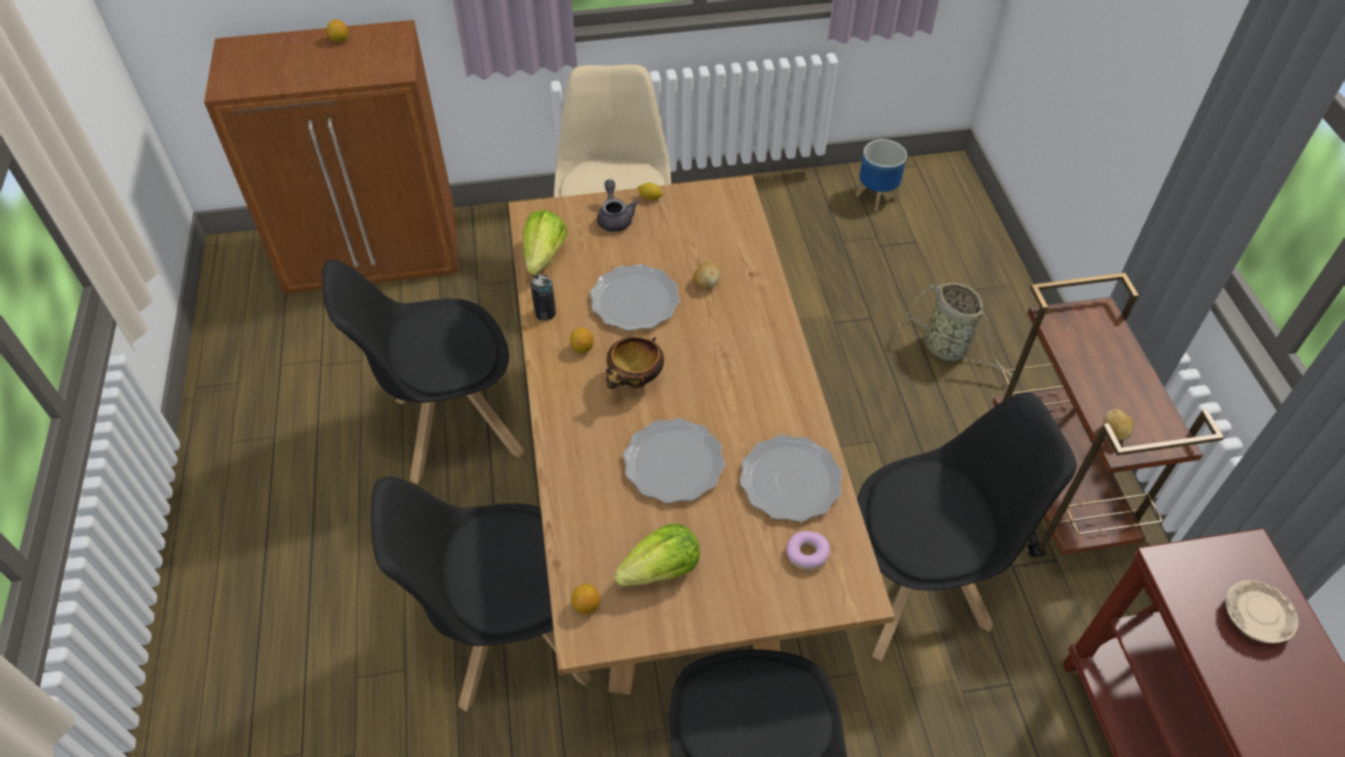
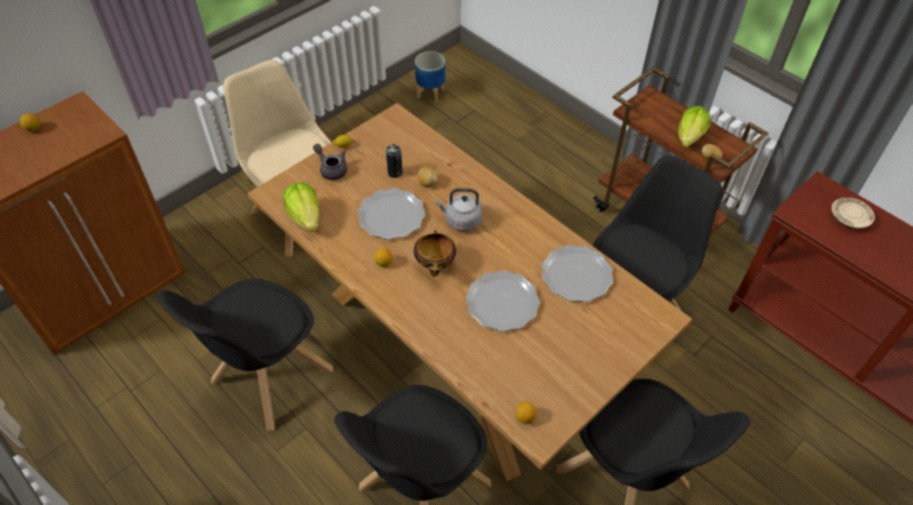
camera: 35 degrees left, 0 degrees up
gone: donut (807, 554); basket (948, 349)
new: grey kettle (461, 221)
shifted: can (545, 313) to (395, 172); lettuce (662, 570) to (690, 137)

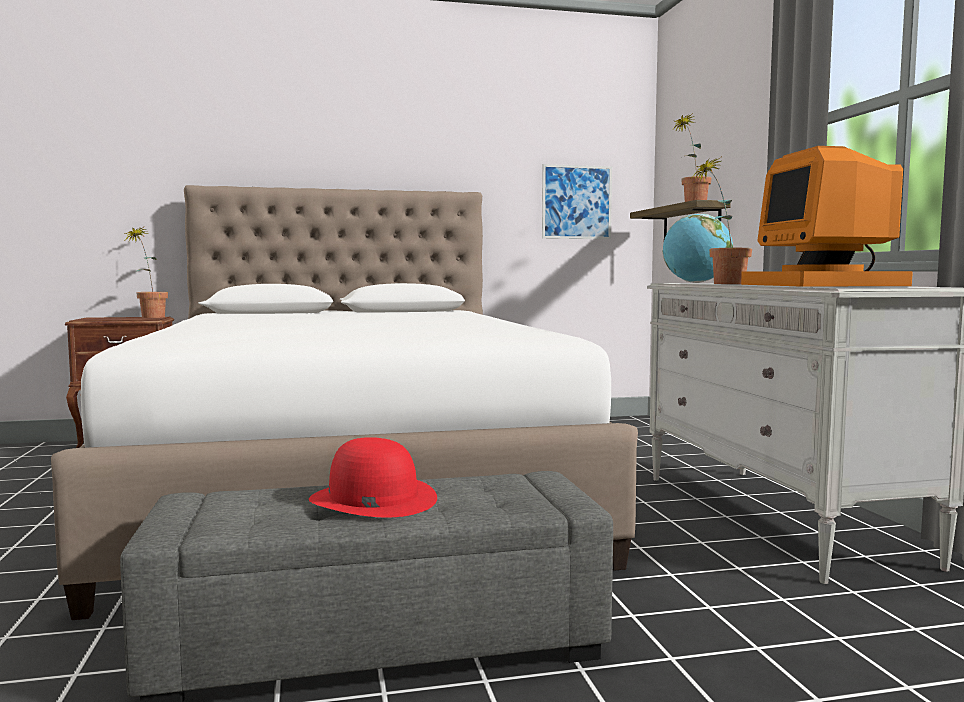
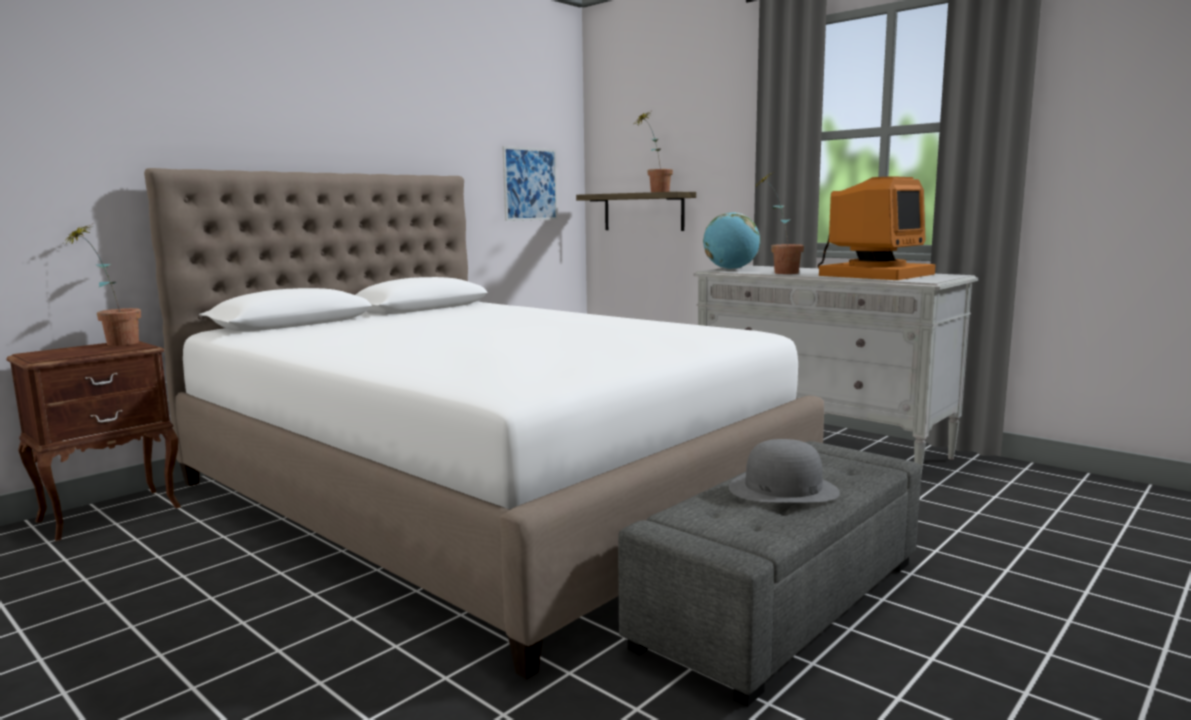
camera: 35 degrees left, 5 degrees up
repainted: red hat (372, 499) to grey hat (782, 489)
rotated: monitor (824, 285) = (874, 274) 90 degrees counterclockwise

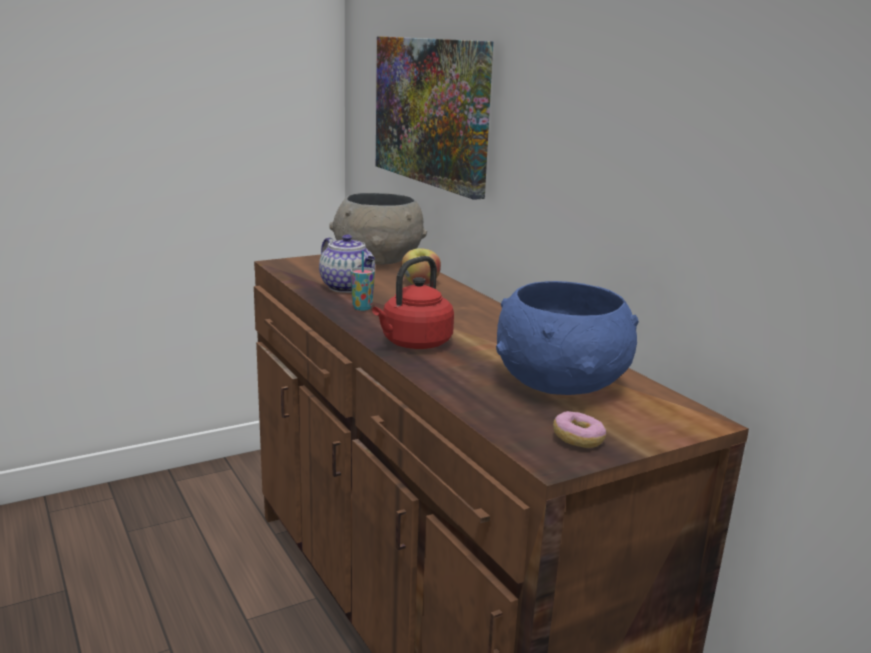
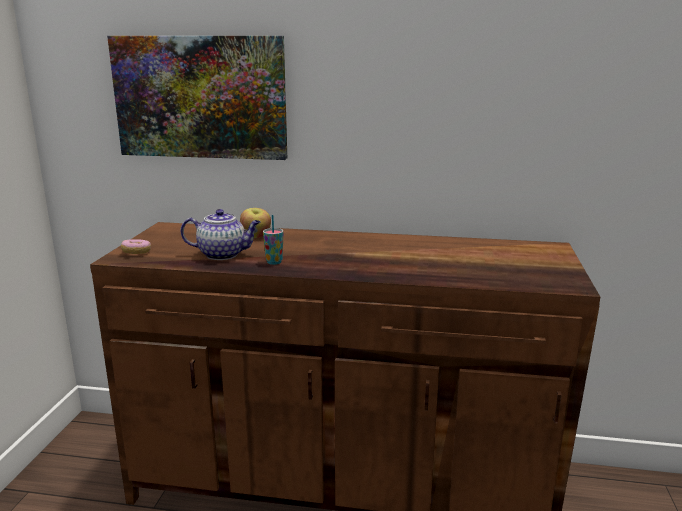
camera: 50 degrees left, 0 degrees up
gone: grey bowl (378, 260); red kettle (414, 344); blue bowl (561, 386)
shifted: donut (578, 440) to (136, 252)

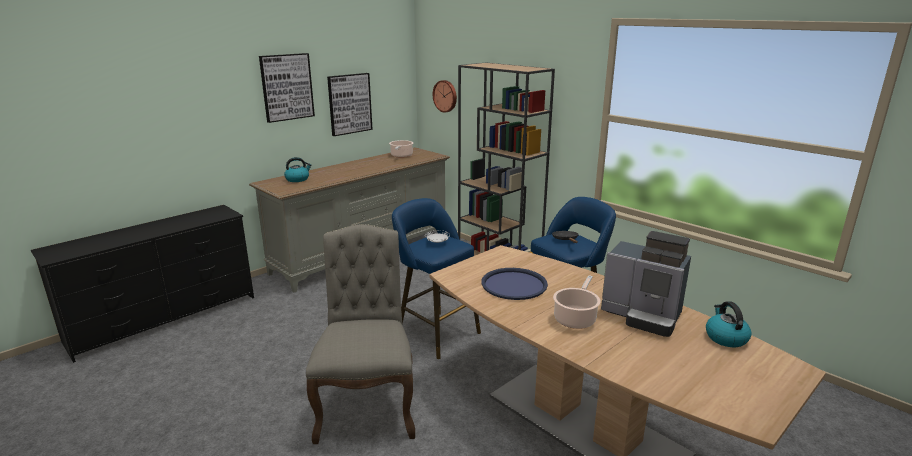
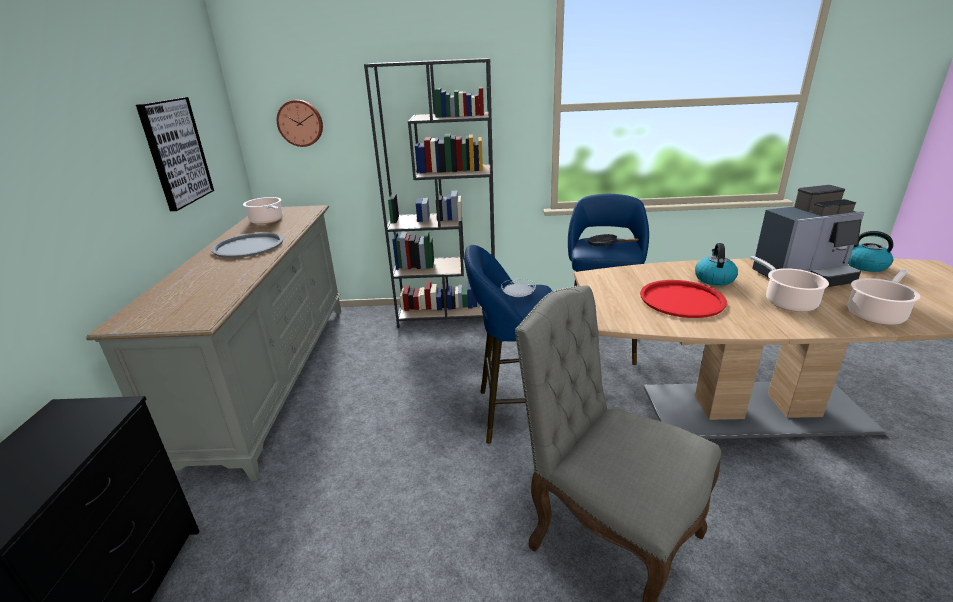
camera: 45 degrees left, 5 degrees up
gone: picture (287, 87)
new: grey tray (248, 246); cooking pot (876, 314)
shifted: kettle (297, 179) to (714, 278)
repainted: blue tray (514, 284) to red tray (681, 299)

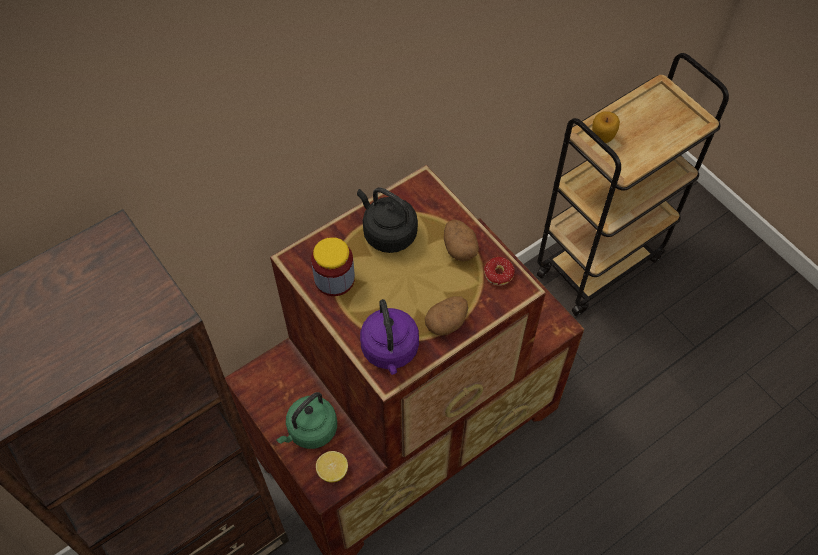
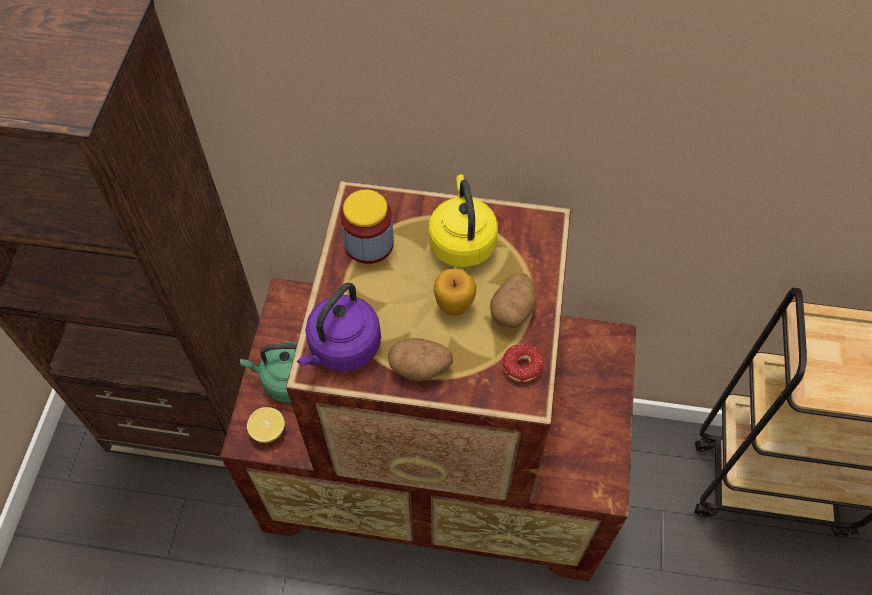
camera: 45 degrees right, 0 degrees up
shifted: apple (602, 137) to (454, 305)
repainted: black kettle (387, 233) to yellow kettle (461, 241)

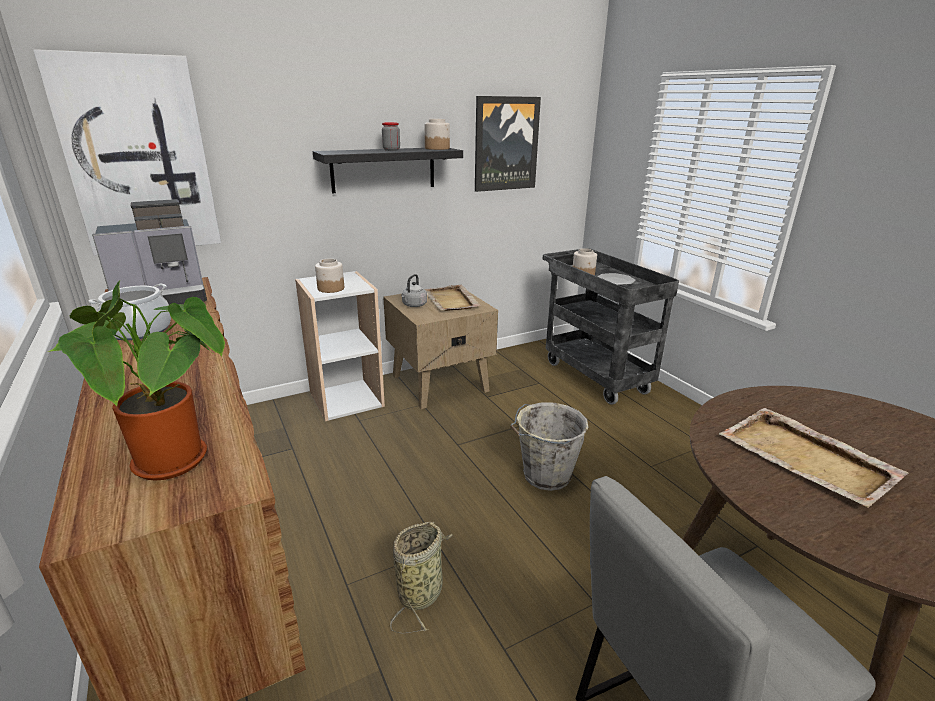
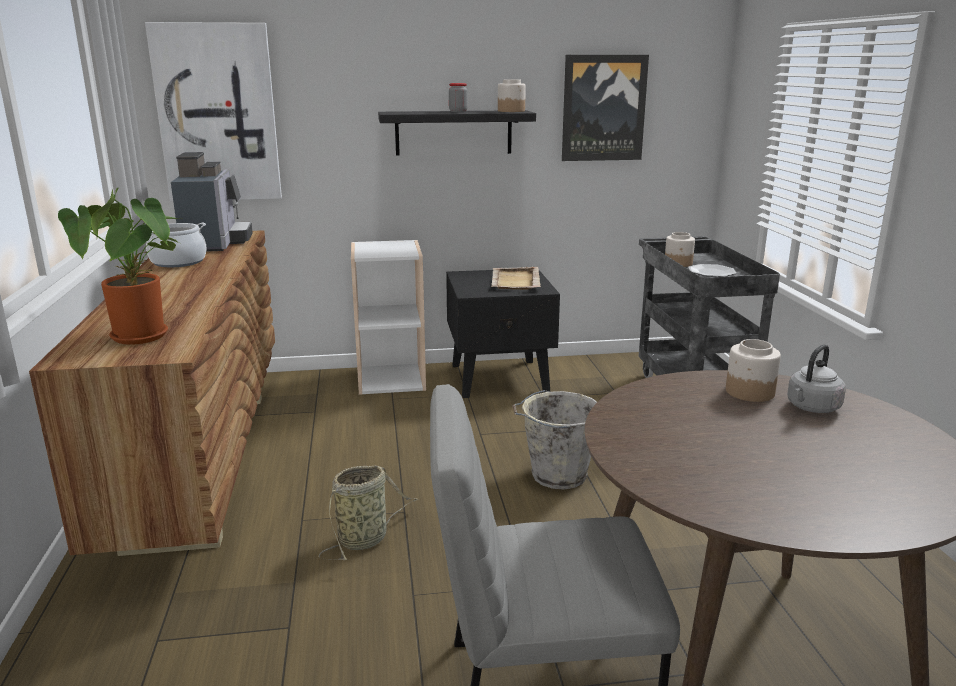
camera: 20 degrees right, 5 degrees down
gone: beige tray (807, 459)
shifted: jar (330, 288) to (749, 392); grey kettle (413, 305) to (811, 408)
repainted: beige nightstand (441, 383) to black nightstand (500, 378)
rotated: coffee machine (165, 299) = (215, 243) 90 degrees counterclockwise

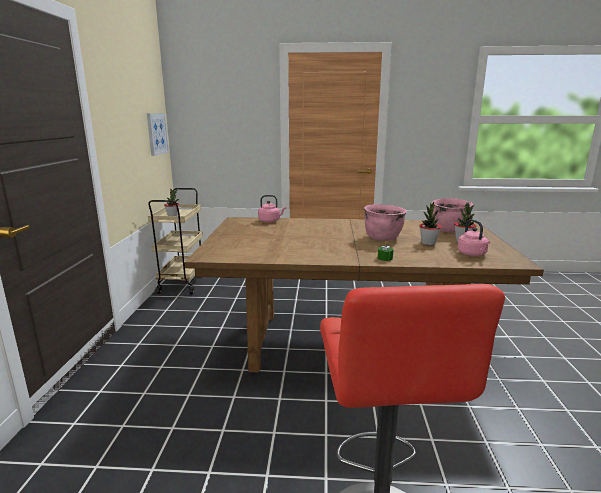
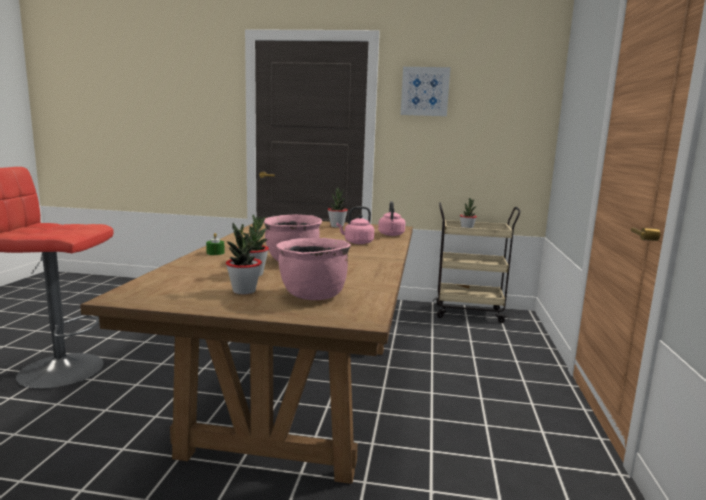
camera: 95 degrees right, 5 degrees down
new: potted plant (337, 226)
shifted: picture (157, 133) to (425, 91); pink kettle (472, 254) to (357, 242)

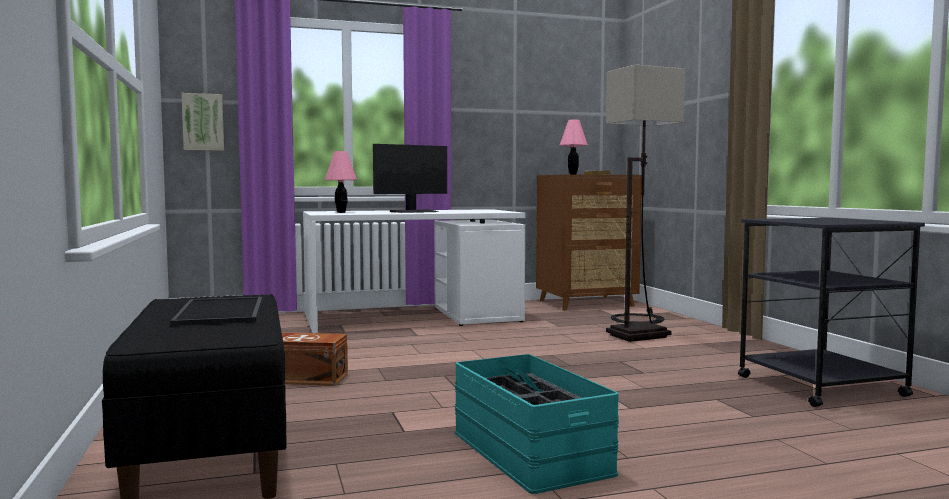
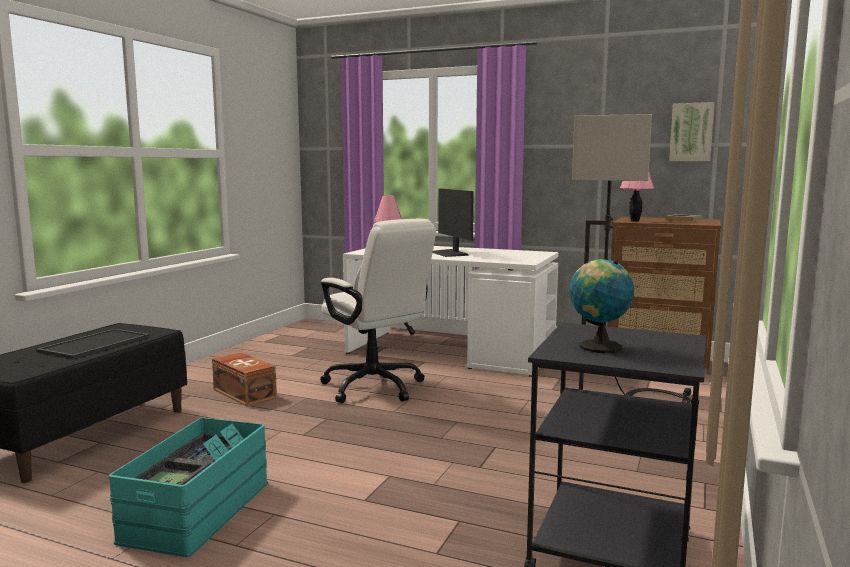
camera: 40 degrees right, 5 degrees up
new: white office chair (376, 389); globe (597, 347)
shifted: picture (203, 122) to (691, 132)
rotated: monitor (414, 211) = (449, 253) 60 degrees clockwise

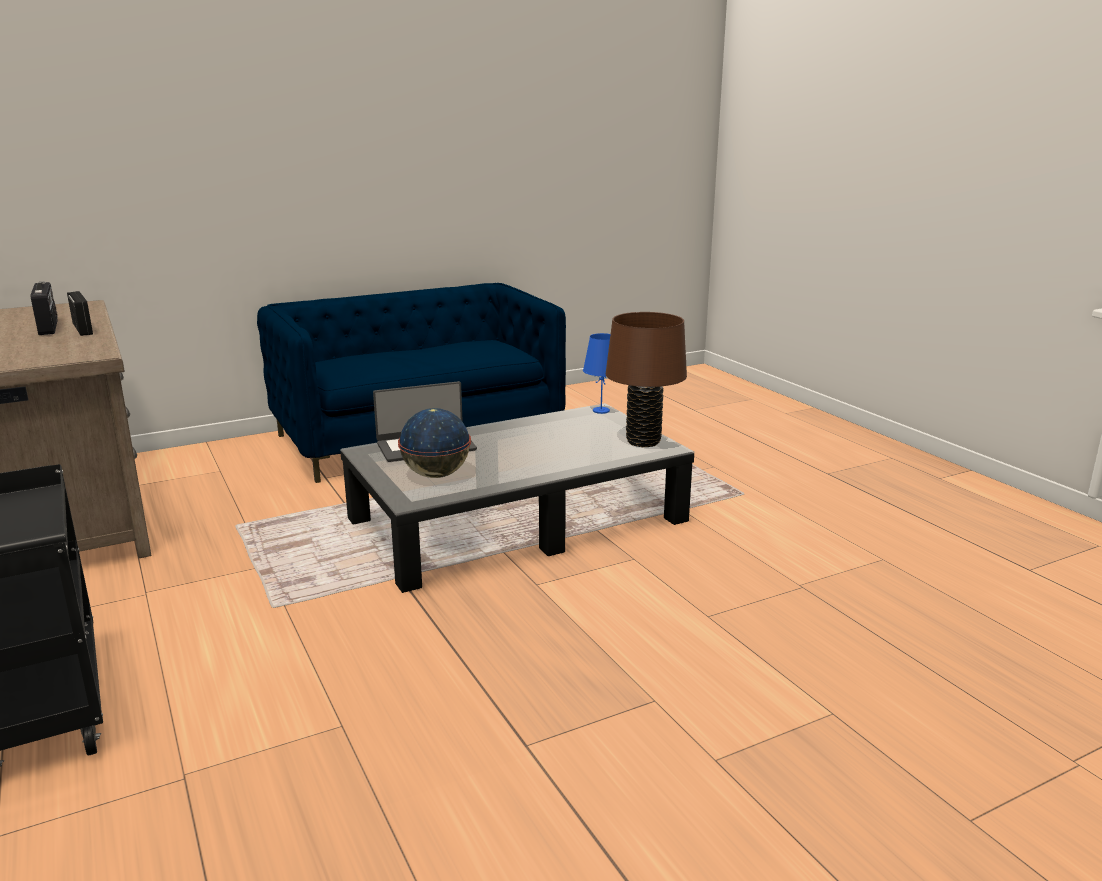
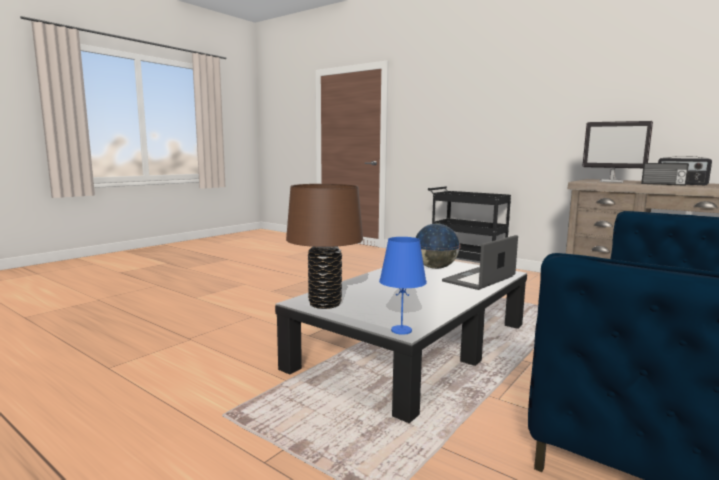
camera: 155 degrees right, 10 degrees down
new: monitor (612, 181)

